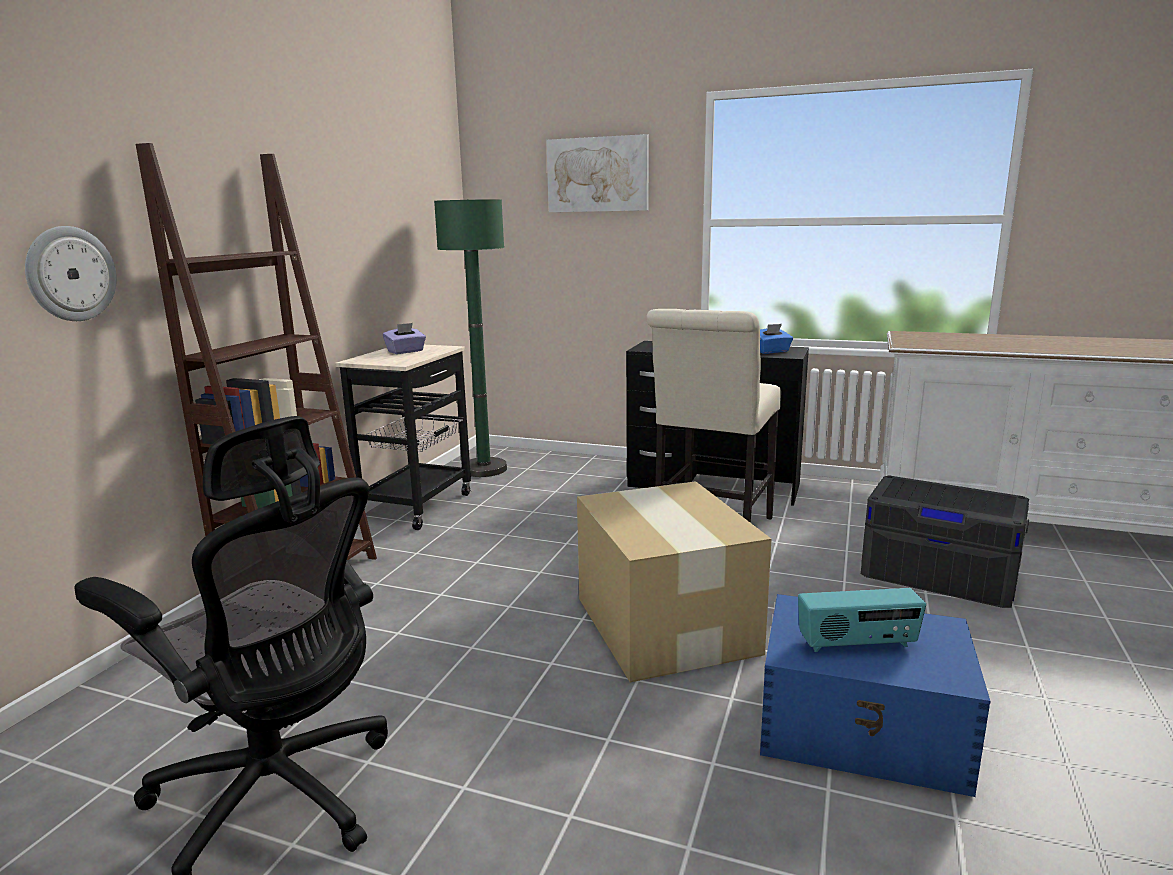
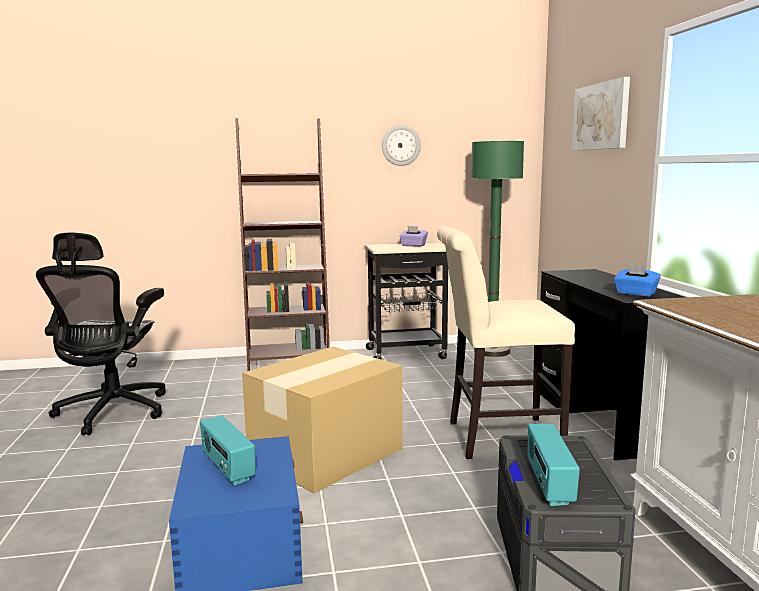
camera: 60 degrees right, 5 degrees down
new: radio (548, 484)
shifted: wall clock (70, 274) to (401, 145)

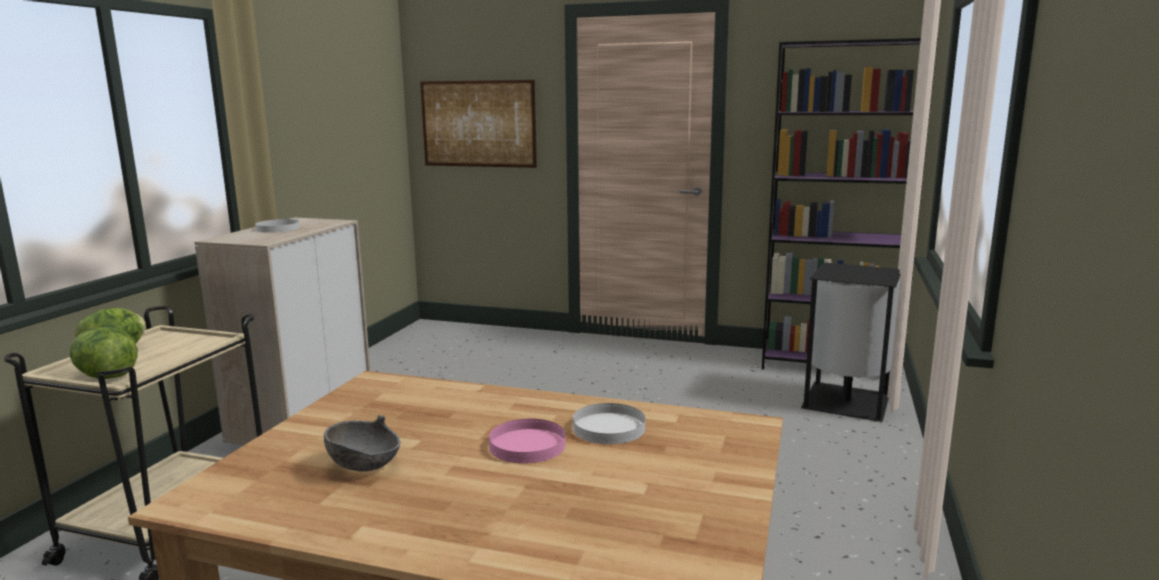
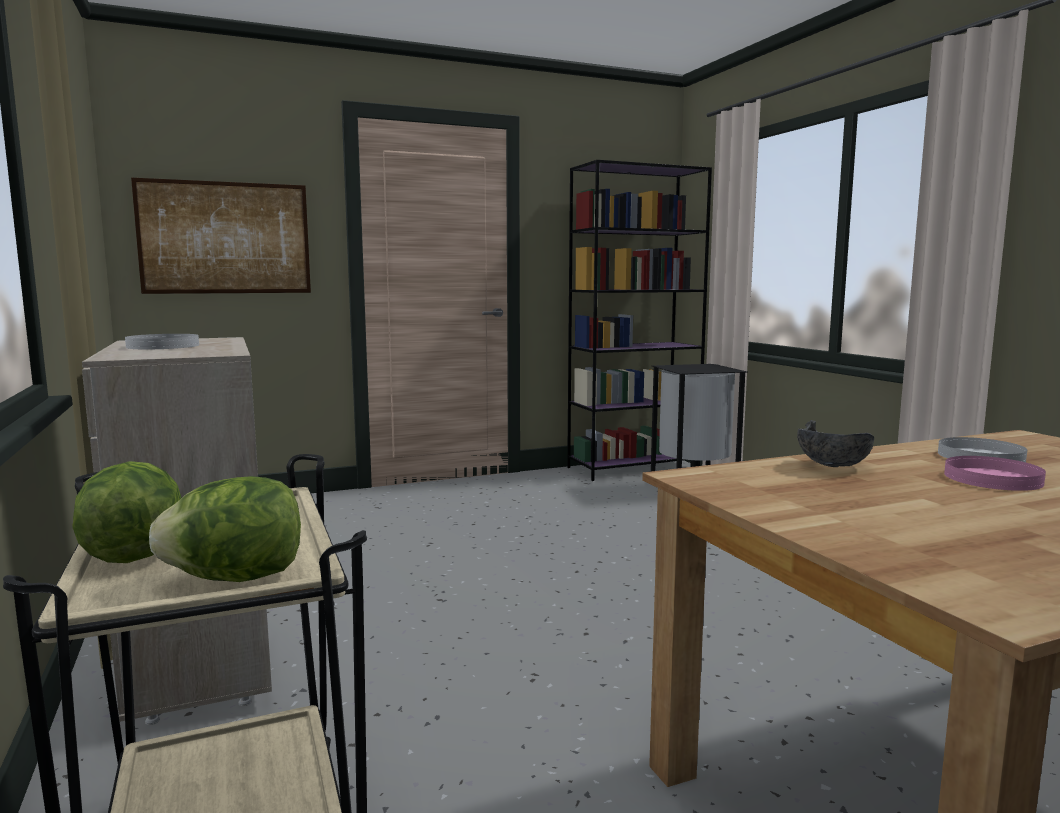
camera: 40 degrees left, 5 degrees down
shifted: grey bowl (365, 466) to (833, 466)

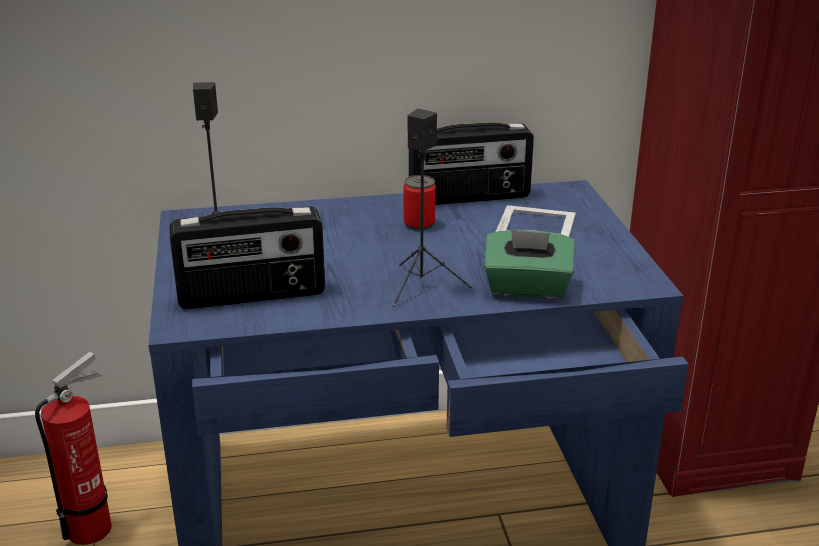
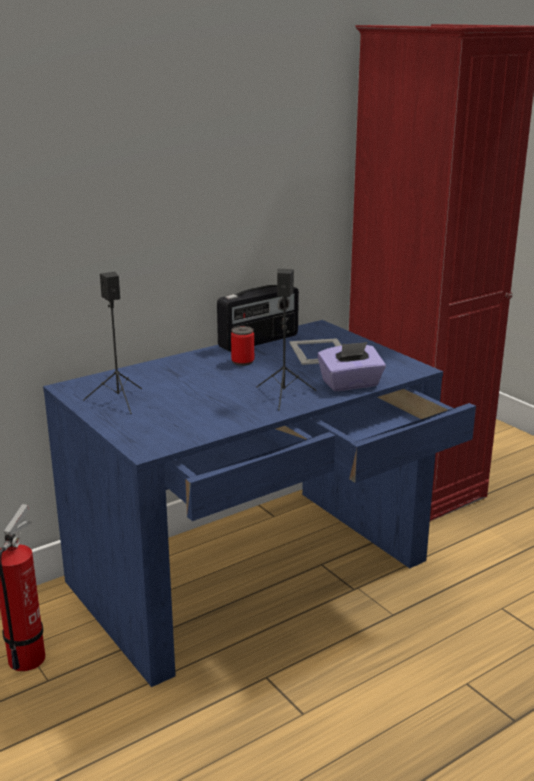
camera: 25 degrees left, 5 degrees down
gone: radio (252, 296)
repainted: green tissue box (527, 288) to purple tissue box (350, 384)

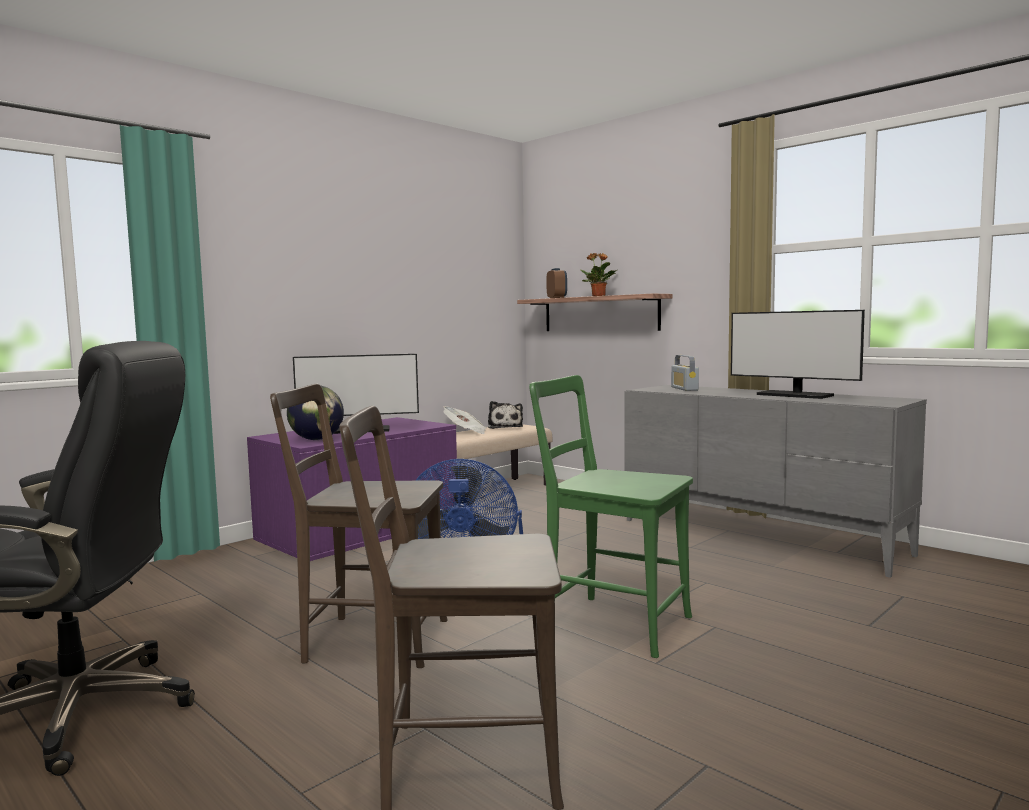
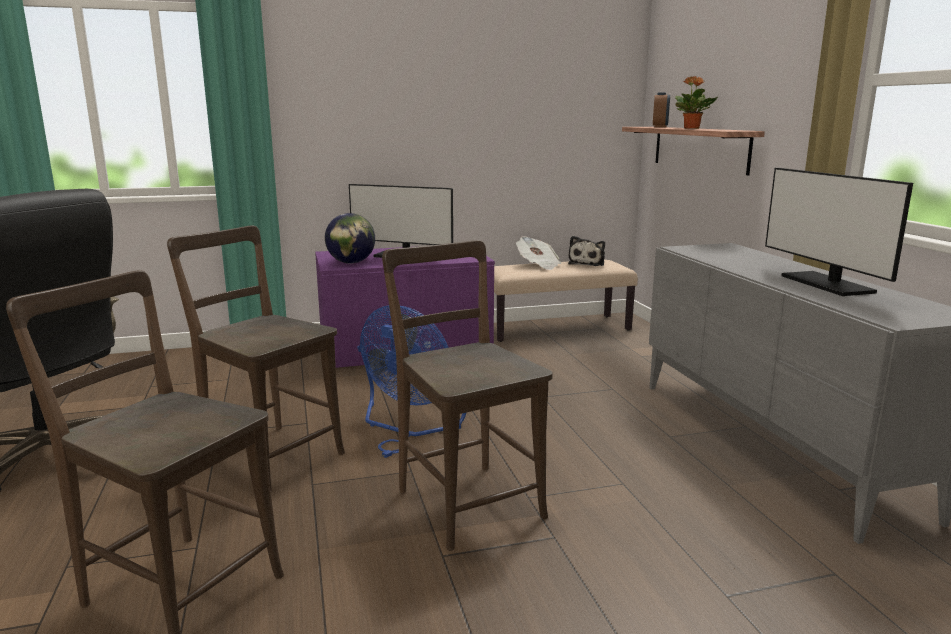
camera: 30 degrees right, 10 degrees up
gone: radio (684, 389)
repainted: green chair (611, 623) to brown chair (466, 500)

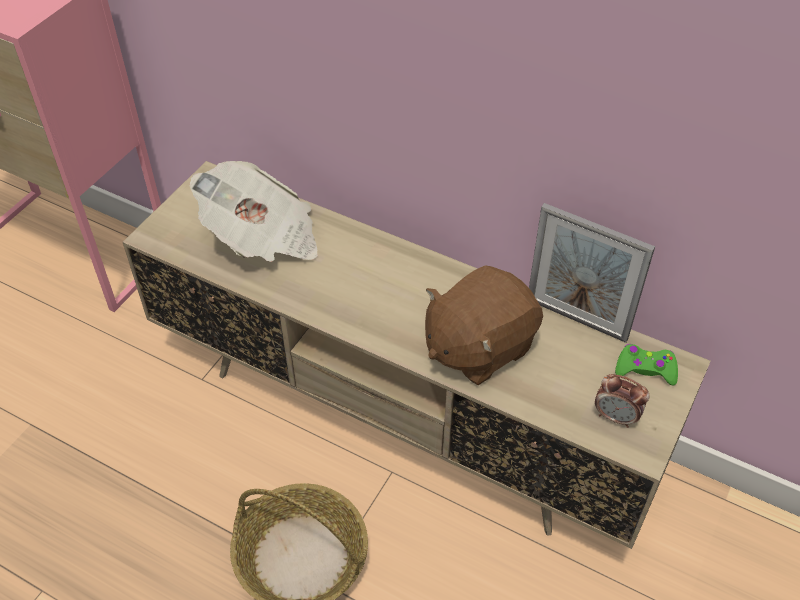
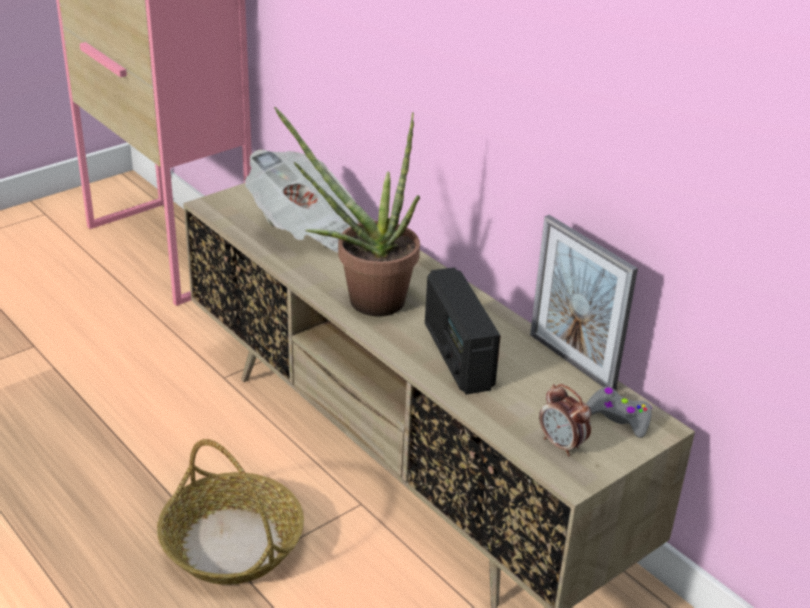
camera: 20 degrees right, 15 degrees down
new: potted plant (364, 300)
swapped: brown plush toy (478, 346) to radio (457, 356)
repainted: green game controller (645, 369) to grey game controller (618, 418)

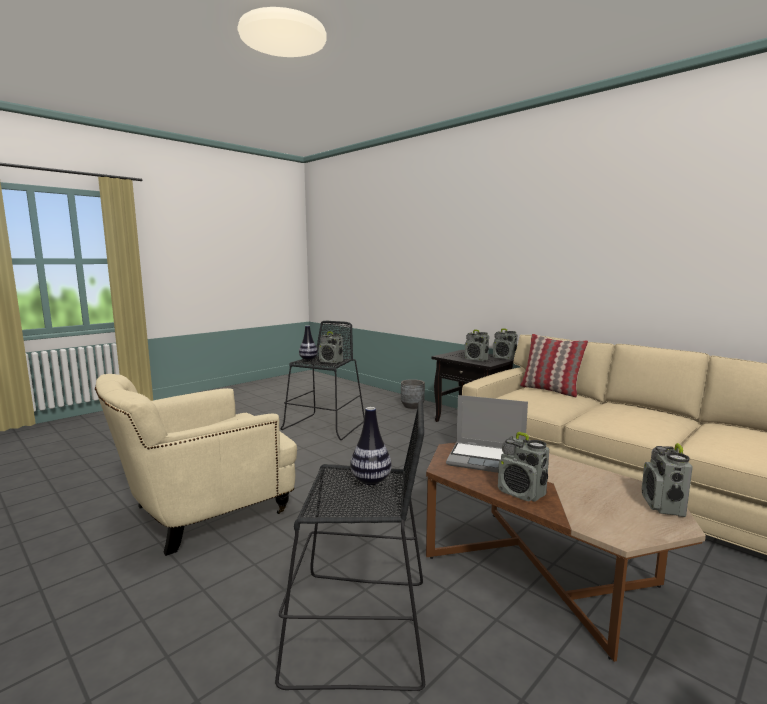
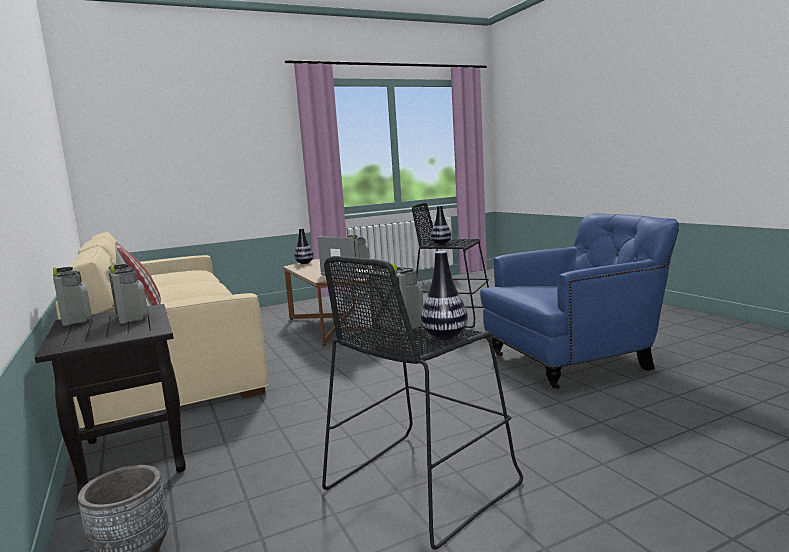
camera: 160 degrees left, 0 degrees up
swapped: radio (662, 505) to vase (304, 263)
repainted: beige armchair (204, 511) to blue armchair (575, 361)

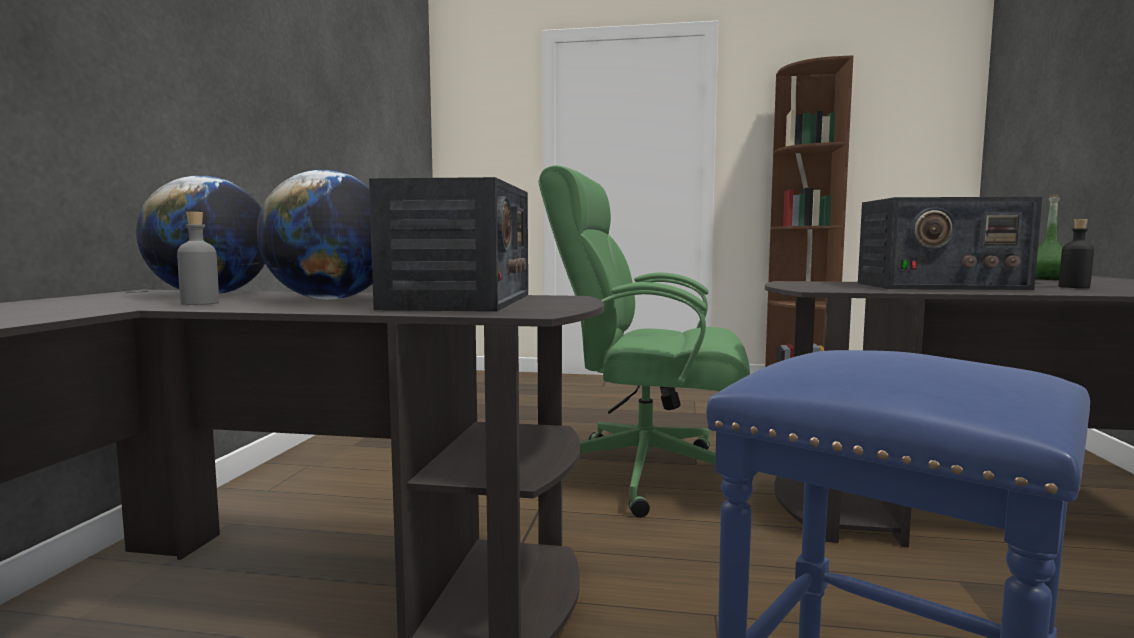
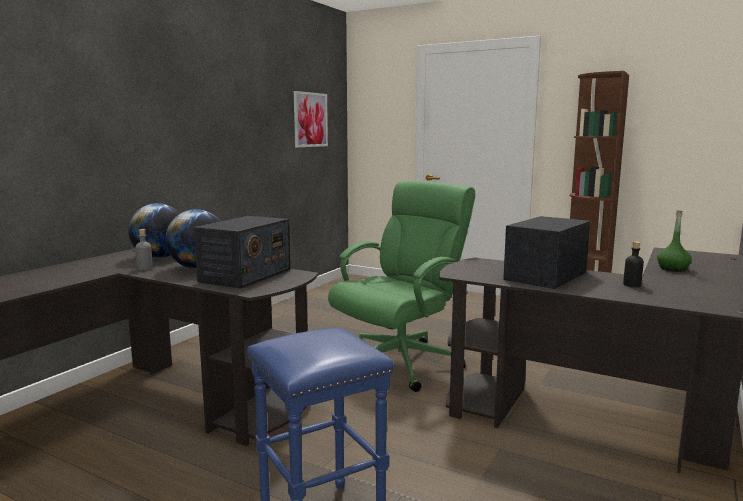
camera: 20 degrees right, 5 degrees up
new: picture (310, 119)
rotated: green office chair (646, 474) = (400, 364) 105 degrees clockwise; radio (938, 286) = (546, 275) 105 degrees clockwise

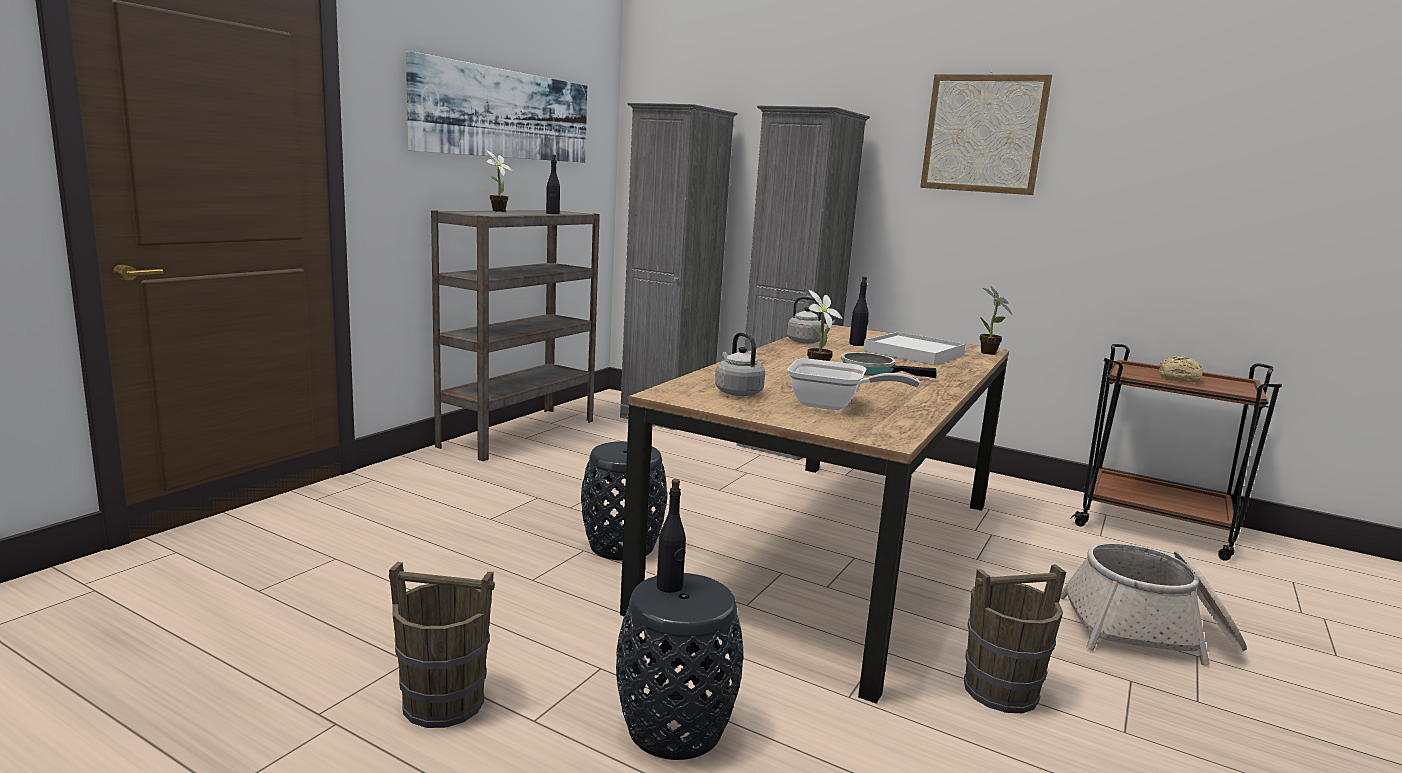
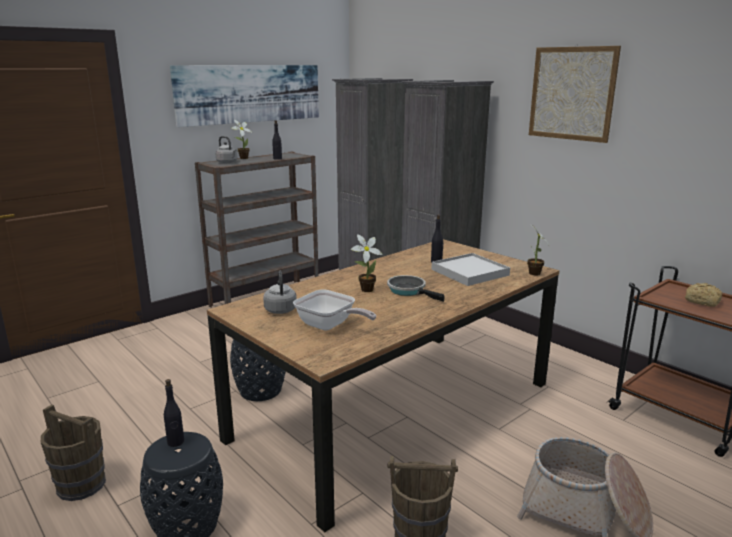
camera: 20 degrees right, 5 degrees up
shifted: grey kettle (806, 342) to (227, 162)

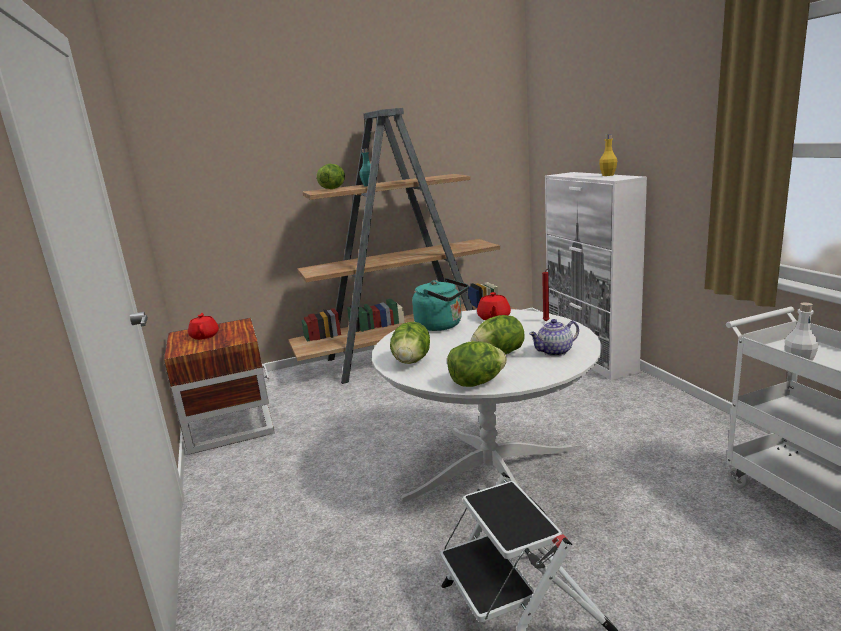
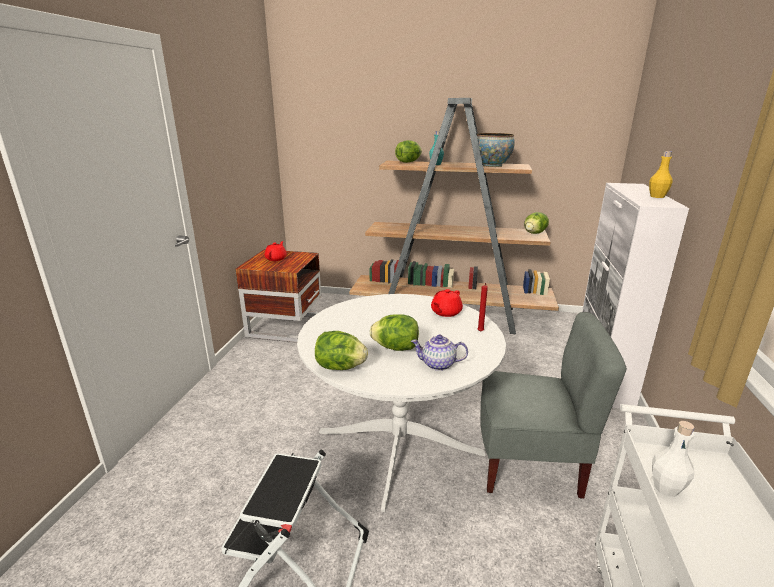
camera: 30 degrees right, 5 degrees up
gone: turquoise kettle (442, 325)
new: bowl (492, 165); grey chair (529, 463)
shifted: lettuce (411, 361) to (534, 233)

